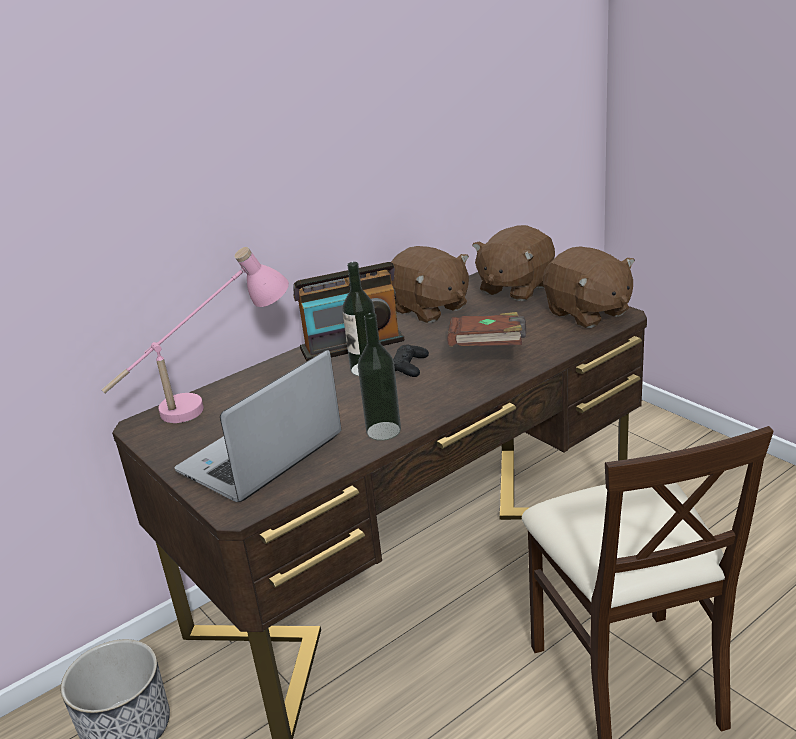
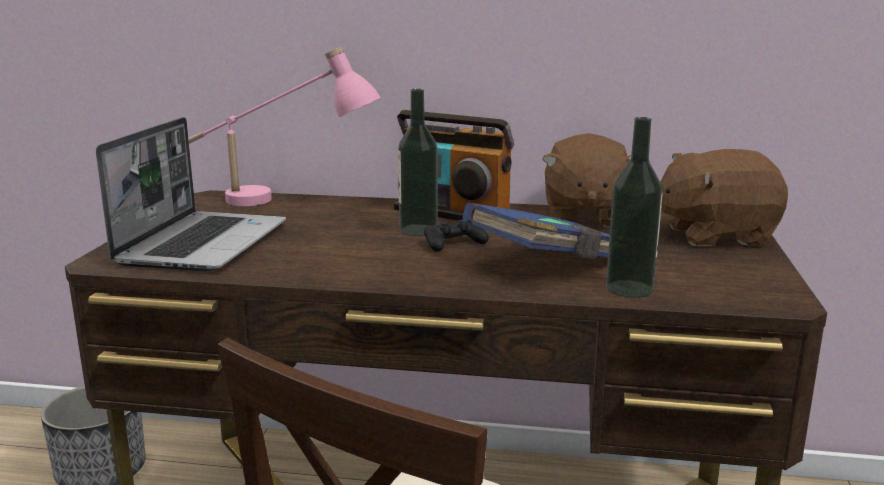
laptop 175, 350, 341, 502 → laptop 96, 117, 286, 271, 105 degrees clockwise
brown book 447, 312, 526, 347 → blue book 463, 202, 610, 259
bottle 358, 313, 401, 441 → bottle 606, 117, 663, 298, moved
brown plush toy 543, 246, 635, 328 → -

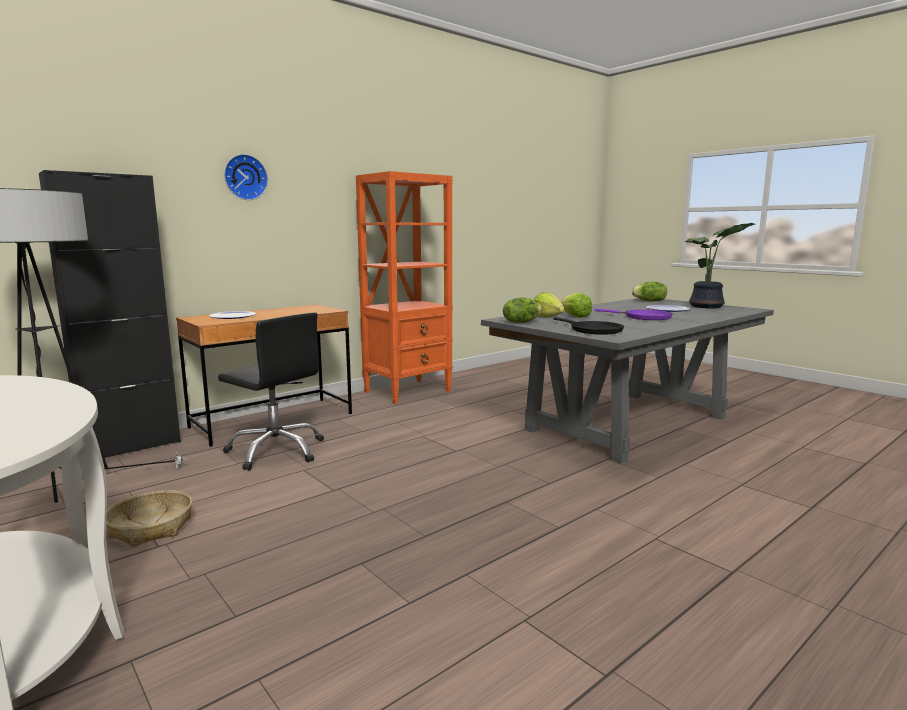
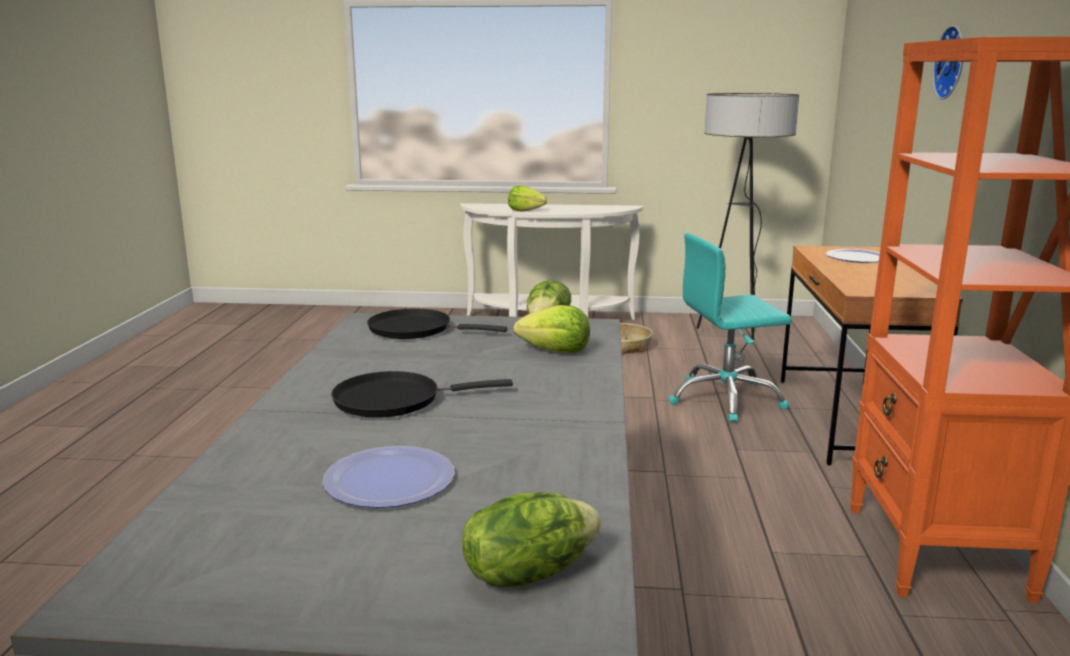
purple frying pan 594, 309, 673, 320 → black frying pan 331, 371, 513, 418
lettuce 561, 293, 592, 318 → lettuce 508, 186, 547, 212, moved
black office chair 218, 313, 324, 471 → turquoise office chair 669, 233, 792, 423
black cabinet 39, 170, 181, 458 → -
potted plant 684, 223, 755, 308 → -

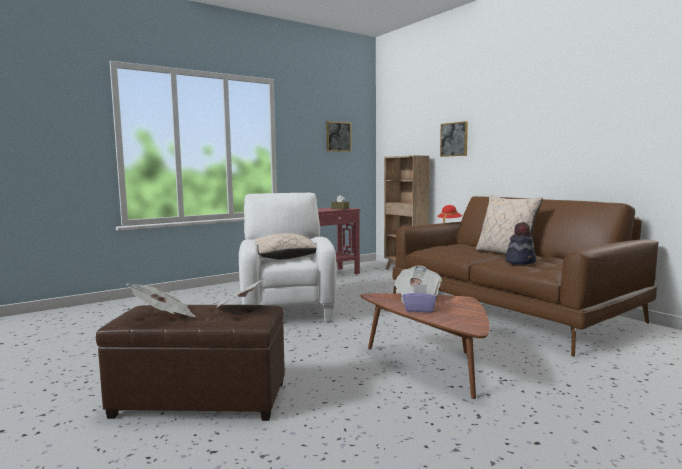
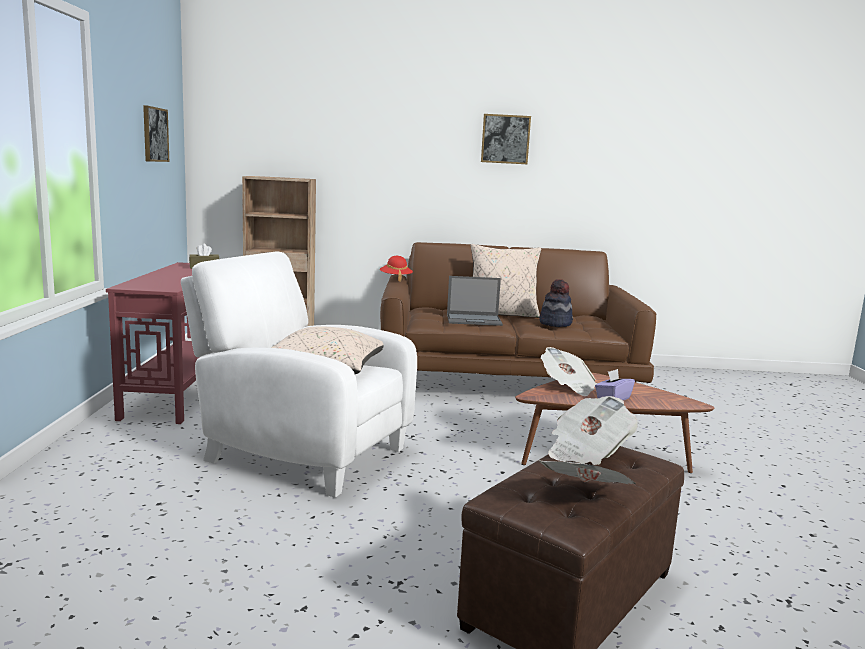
- → laptop 447, 276, 503, 326
picture 440, 121, 468, 157 → picture 481, 114, 531, 164, moved

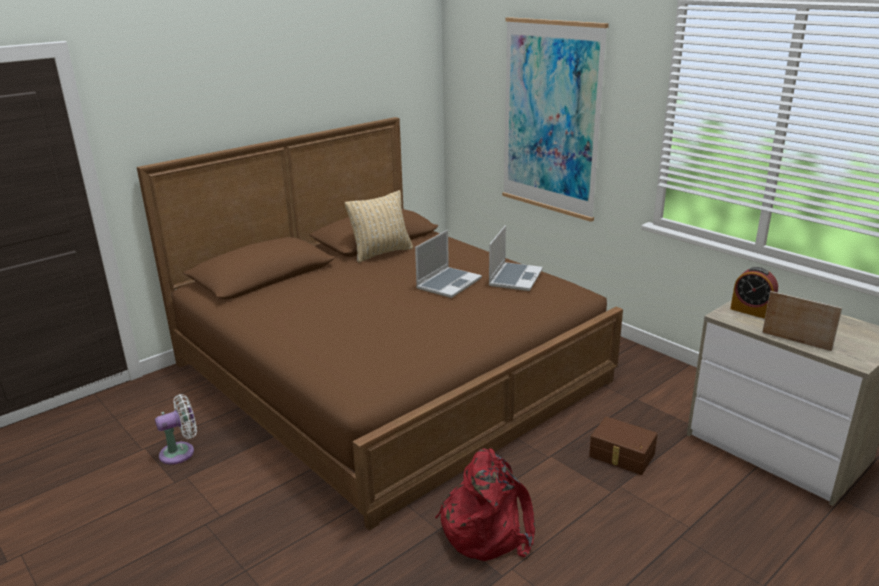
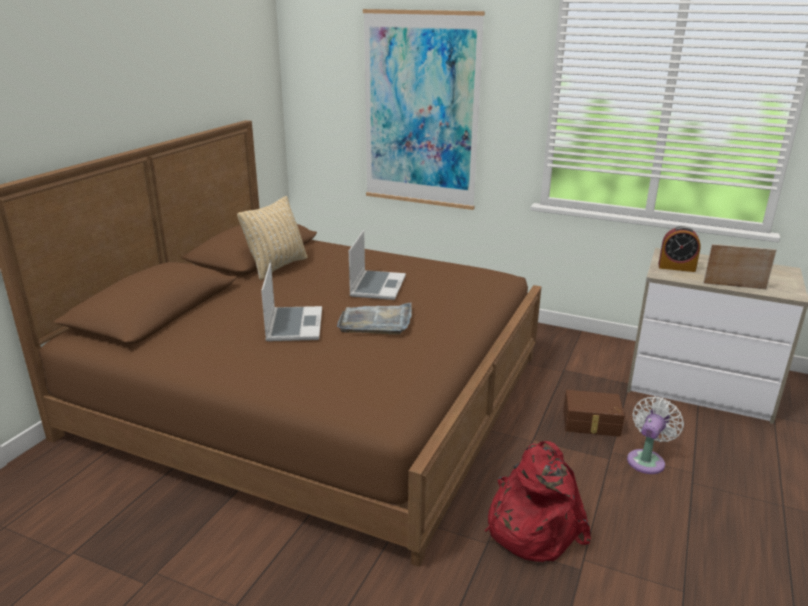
laptop 489, 225, 543, 291 → laptop 261, 263, 322, 341, moved
- → grey tray 337, 302, 412, 334
white fan 155, 394, 197, 465 → white fan 627, 396, 684, 474, moved

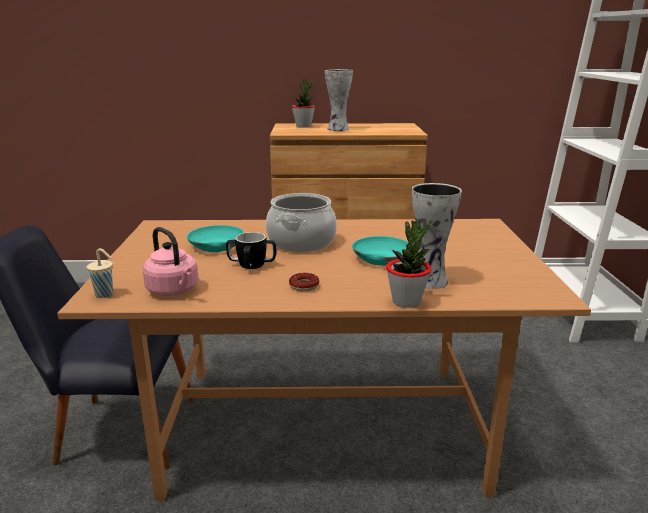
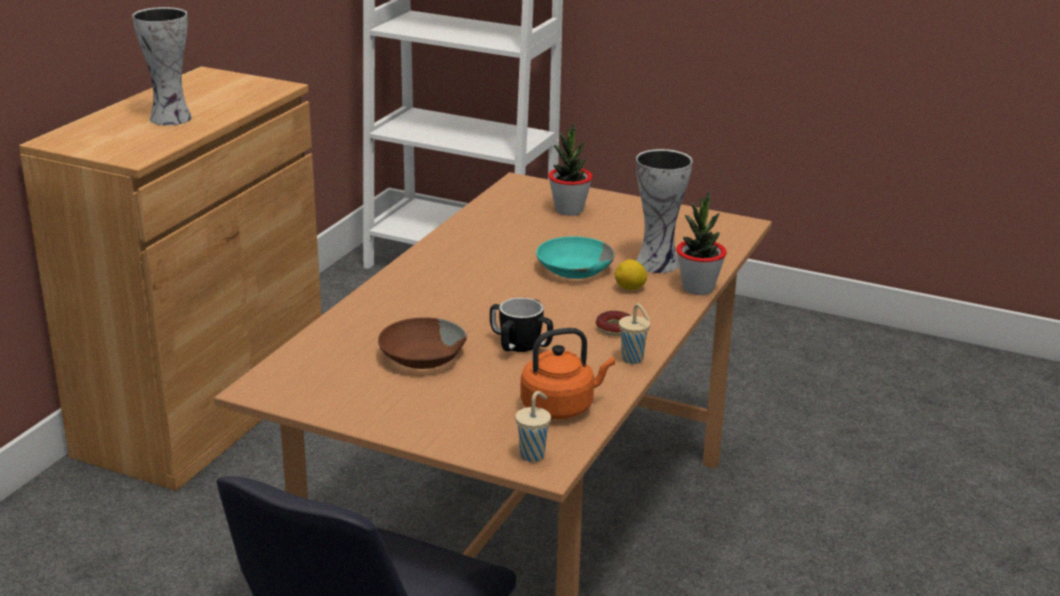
turquoise bowl 187, 225, 244, 252 → brown bowl 378, 317, 467, 369
pink kettle 143, 227, 199, 296 → orange kettle 520, 328, 615, 419
potted plant 292, 79, 315, 128 → potted plant 548, 123, 593, 216, moved
- → lemon 615, 259, 647, 290
- → beige cup 619, 303, 650, 364
cooking pot 266, 193, 337, 252 → -

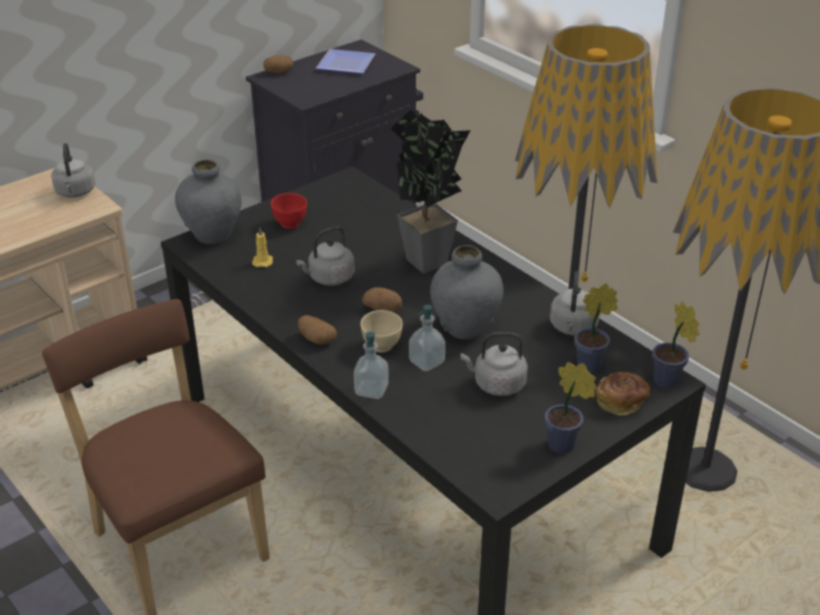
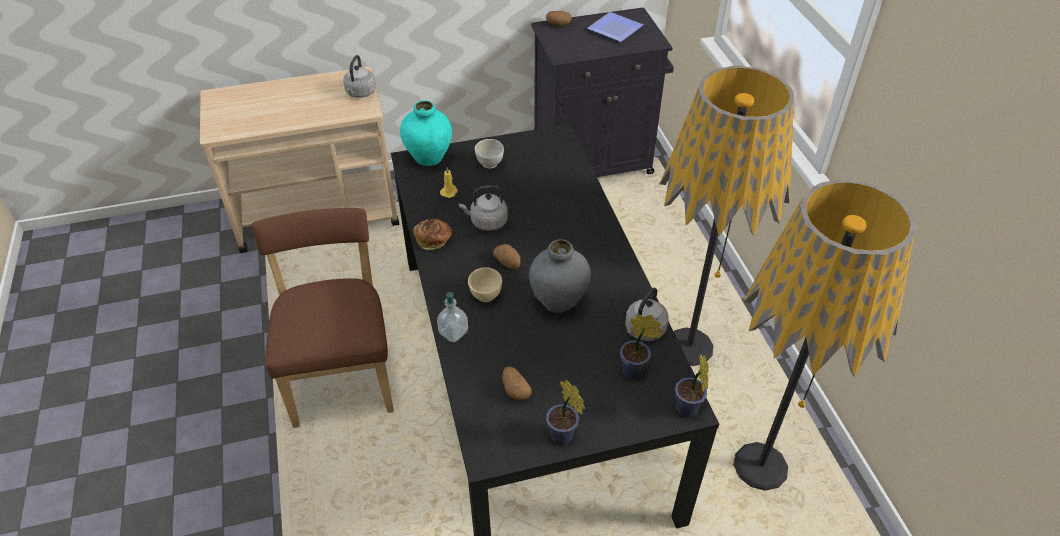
grey vase 175, 159, 242, 244 → turquoise vase 400, 100, 452, 166
bread 596, 372, 650, 415 → bread 413, 219, 452, 250, moved
red bowl 271, 193, 307, 229 → white bowl 475, 139, 504, 169
potato 298, 315, 337, 345 → potato 502, 367, 532, 400, moved
potted plant 391, 109, 471, 273 → -
soap dispenser 409, 304, 445, 371 → -
grey kettle 461, 332, 528, 396 → -

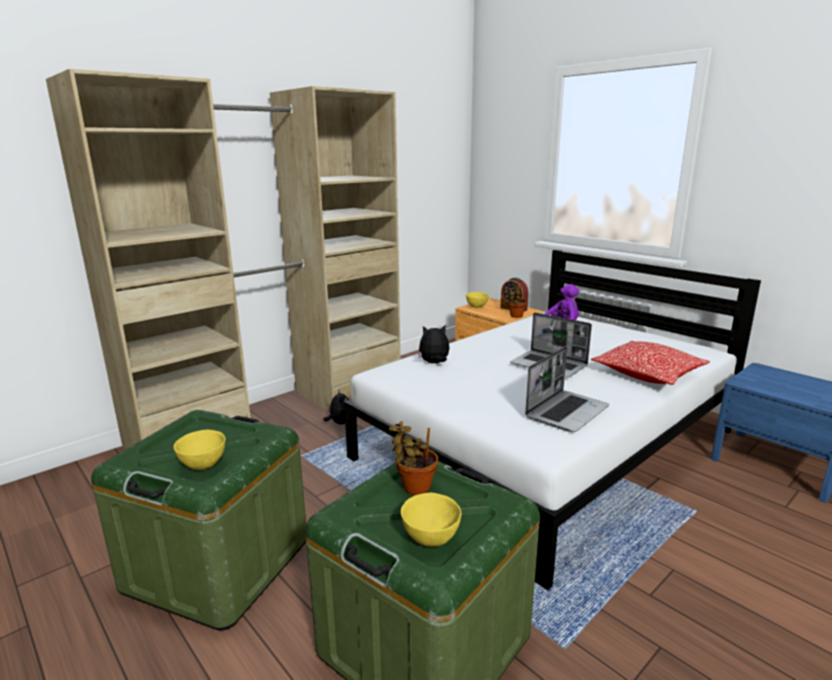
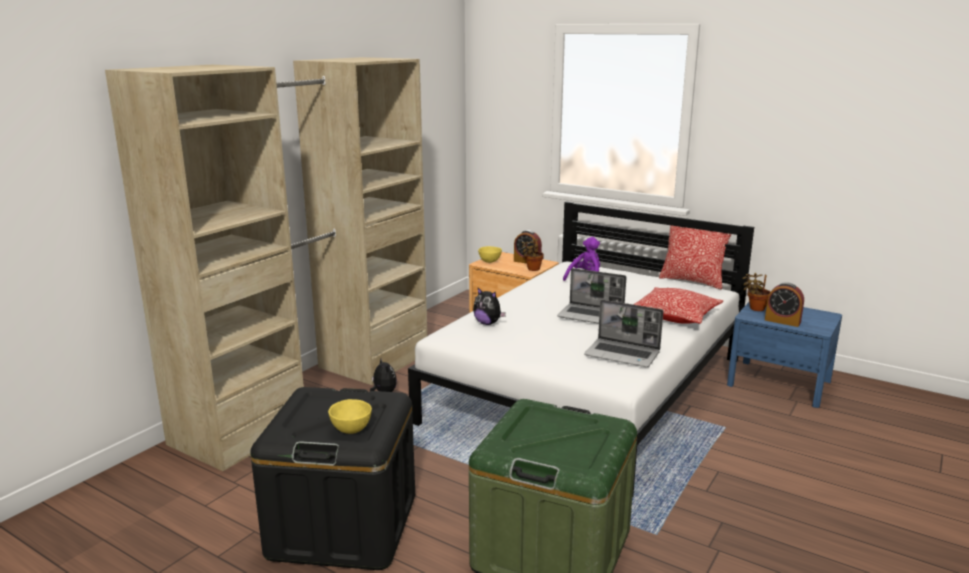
green storage box 91, 410, 306, 630 → black storage box 250, 387, 415, 570
plush toy 418, 325, 449, 363 → plush toy 473, 288, 506, 325, 120 degrees counterclockwise
laptop 525, 346, 609, 432 → laptop 584, 300, 663, 367, 90 degrees clockwise
- → pillow 659, 225, 731, 289
potted plant 389, 421, 438, 495 → potted plant 742, 273, 771, 311, moved
- → alarm clock 765, 282, 804, 327
yellow bowl 401, 493, 461, 547 → -

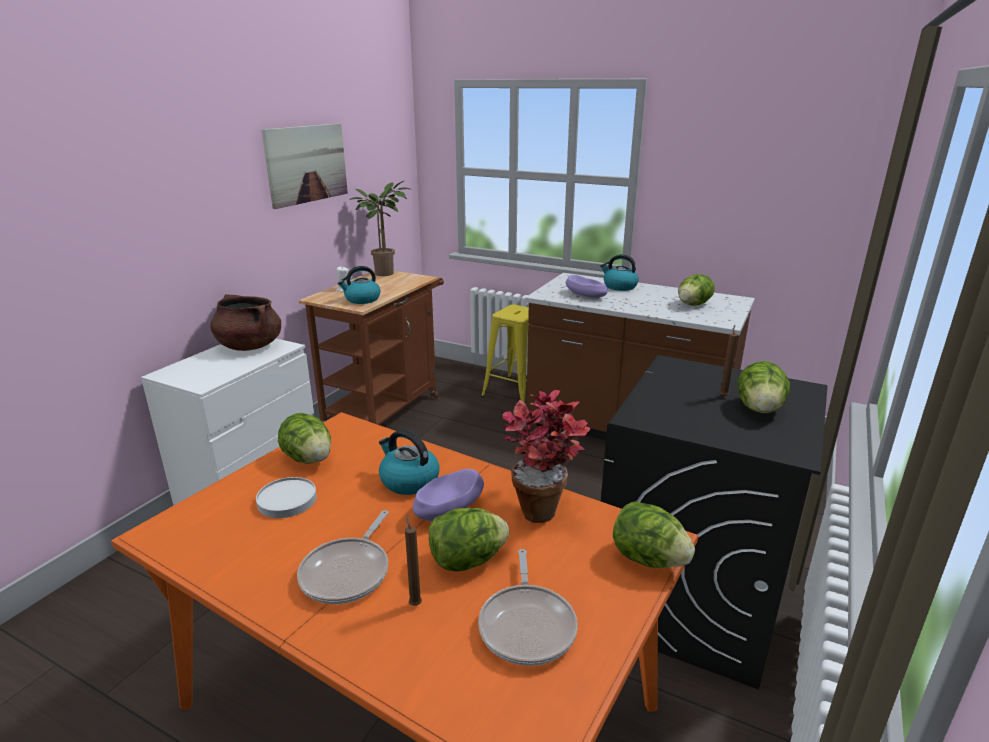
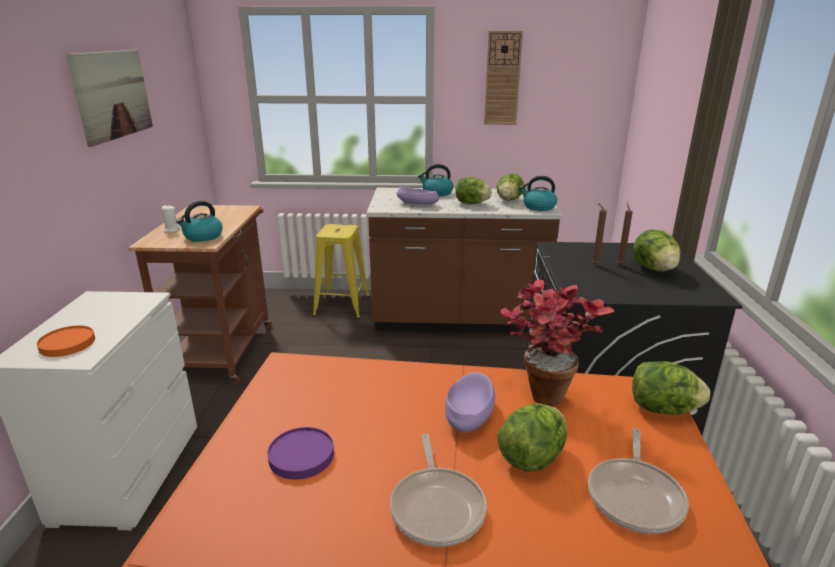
- → orange plate 37, 325, 95, 357
white plate 256, 477, 317, 518 → purple plate 267, 427, 334, 479
lettuce 278, 413, 331, 464 → lettuce 455, 177, 492, 204, moved
- → wall clock 484, 31, 523, 125
kettle 379, 429, 440, 495 → kettle 519, 176, 557, 211, moved
frying pan 478, 549, 578, 666 → frying pan 588, 428, 689, 534, 45 degrees clockwise
brown candle 405, 514, 422, 606 → brown candle 592, 203, 607, 265, moved
brown cooking pot 211, 294, 281, 351 → -
potted plant 349, 180, 410, 276 → -

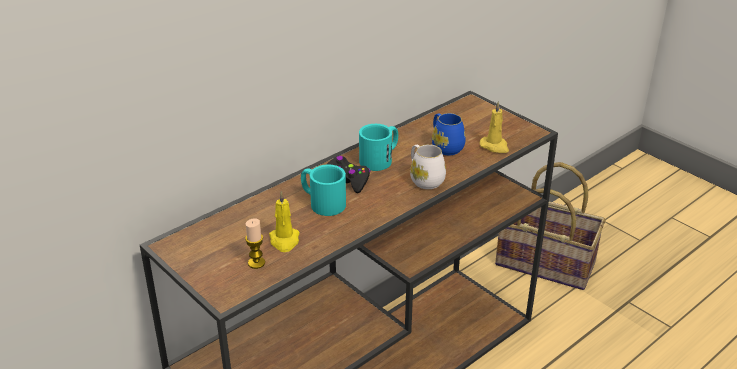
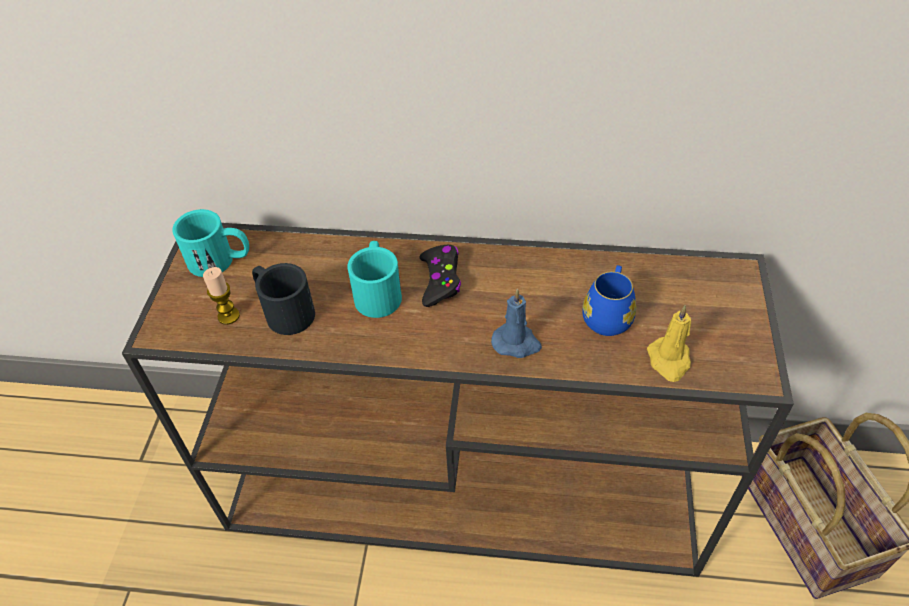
turquoise mug 359, 124, 398, 171 → turquoise mug 172, 209, 249, 277, moved
yellow candle 269, 191, 300, 252 → black mug 252, 263, 315, 335
white mug 410, 144, 446, 189 → blue candle 491, 289, 542, 358

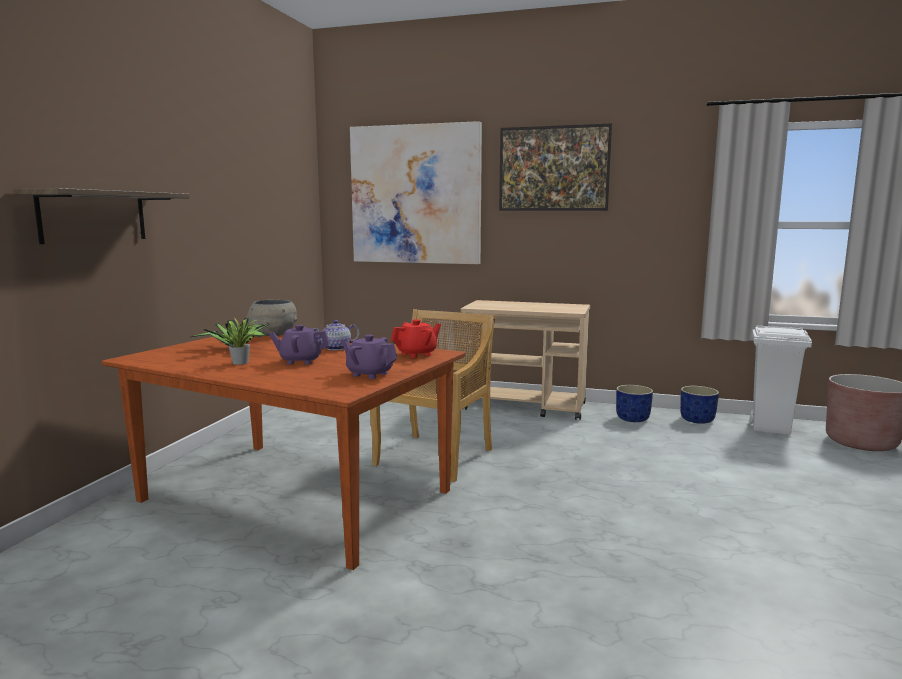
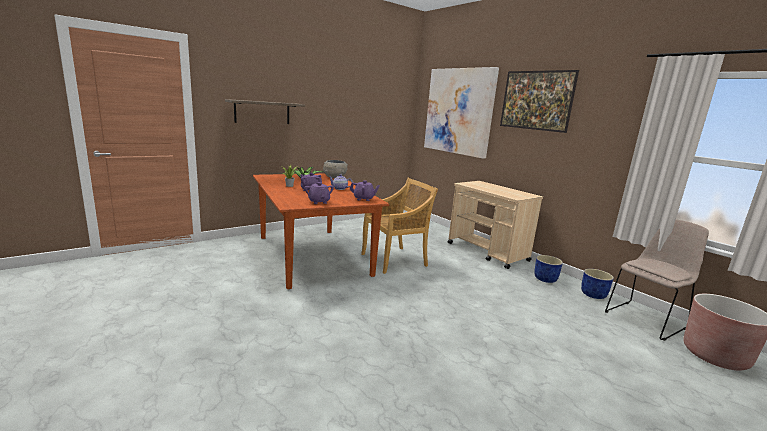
red teapot 391, 319, 441, 358 → purple teapot 349, 180, 380, 201
white trash can 749, 325, 812, 435 → beige chair 605, 220, 709, 341

